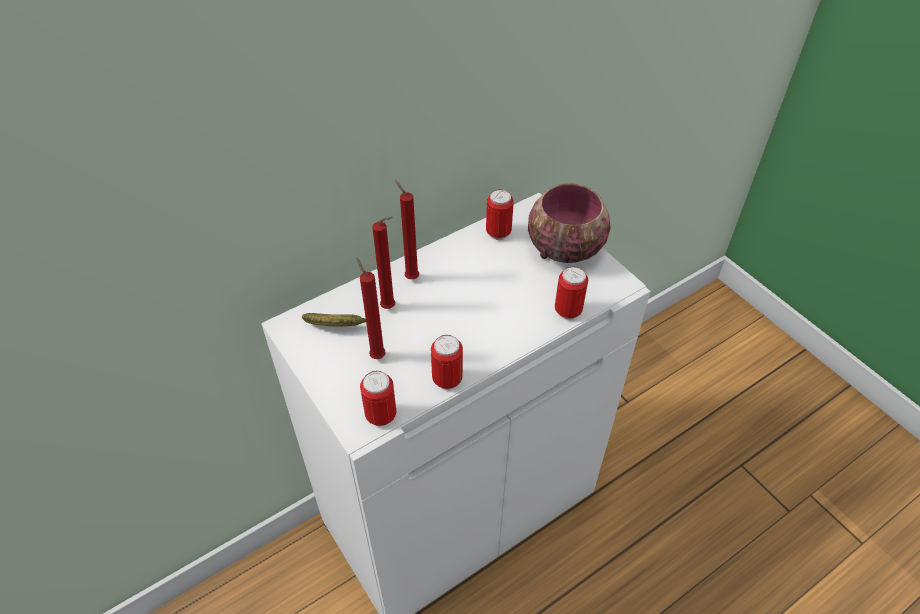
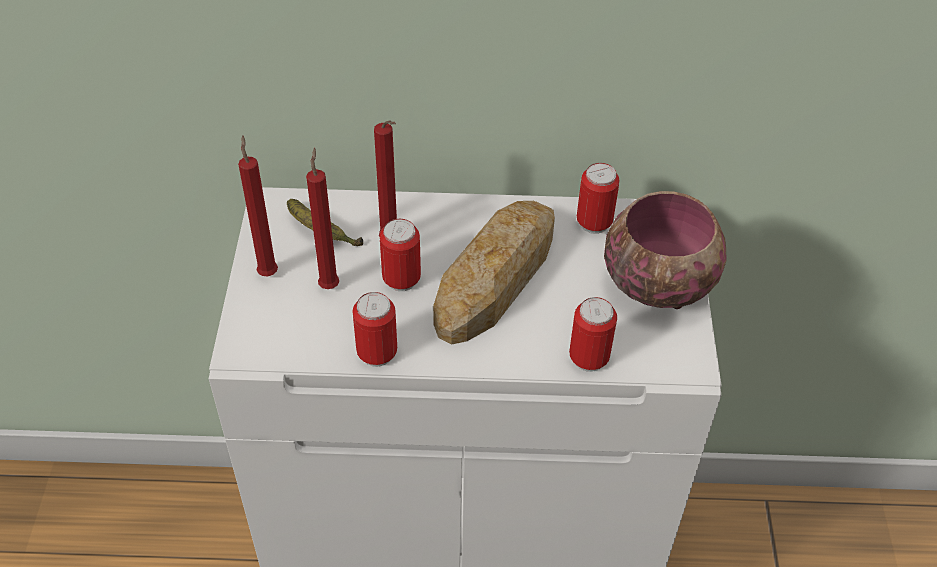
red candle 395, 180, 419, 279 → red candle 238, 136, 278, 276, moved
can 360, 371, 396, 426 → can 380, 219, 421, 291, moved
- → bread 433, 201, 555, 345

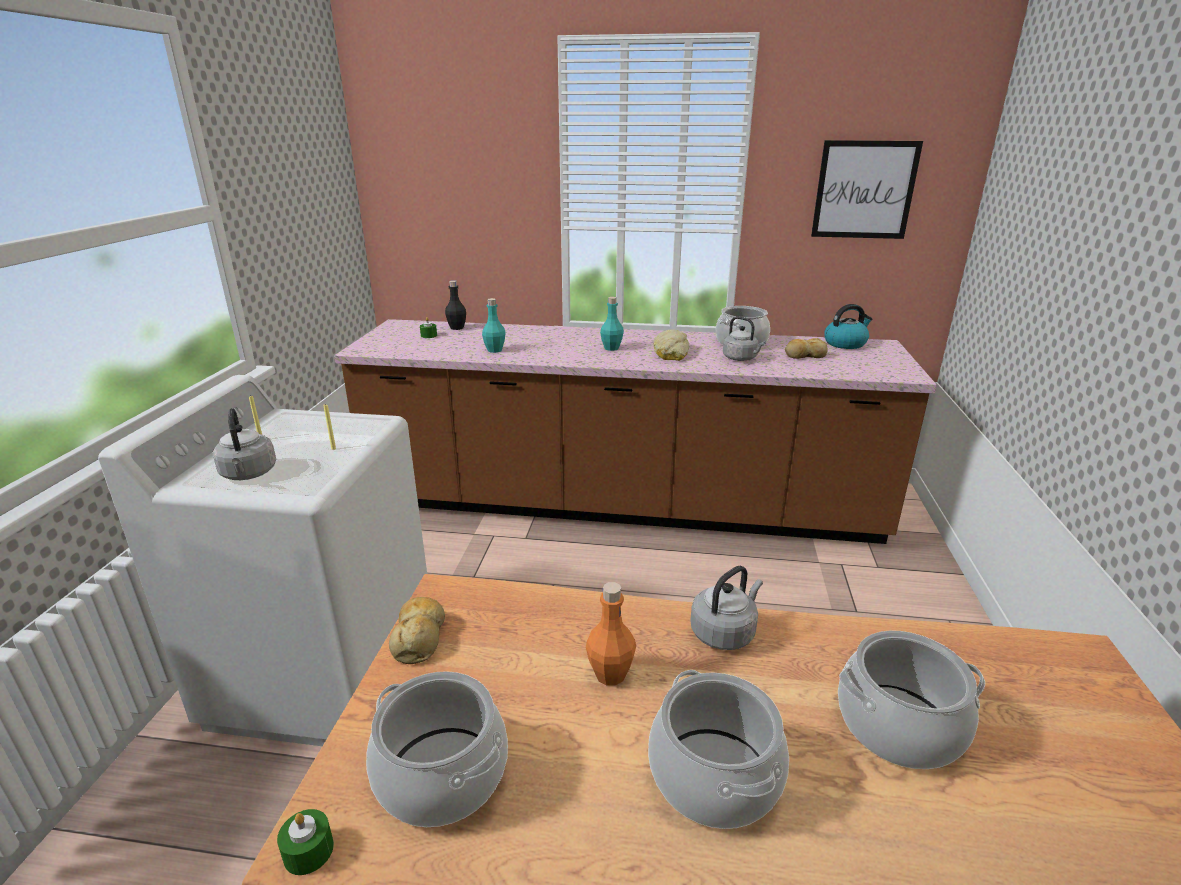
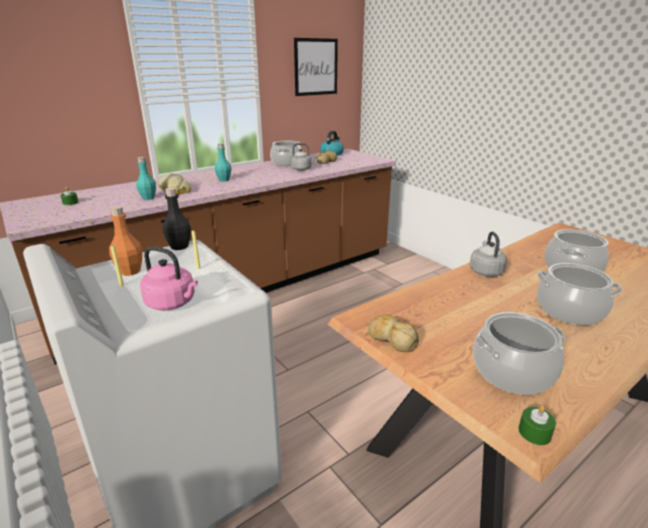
orange bottle 586, 582, 636, 685 → orange bottle 109, 206, 142, 276, moved
grey kettle 213, 408, 276, 480 → pink kettle 140, 246, 198, 311
bread 653, 330, 690, 361 → bread 158, 173, 191, 195, moved
black bottle 445, 280, 466, 330 → black bottle 163, 188, 191, 250, moved

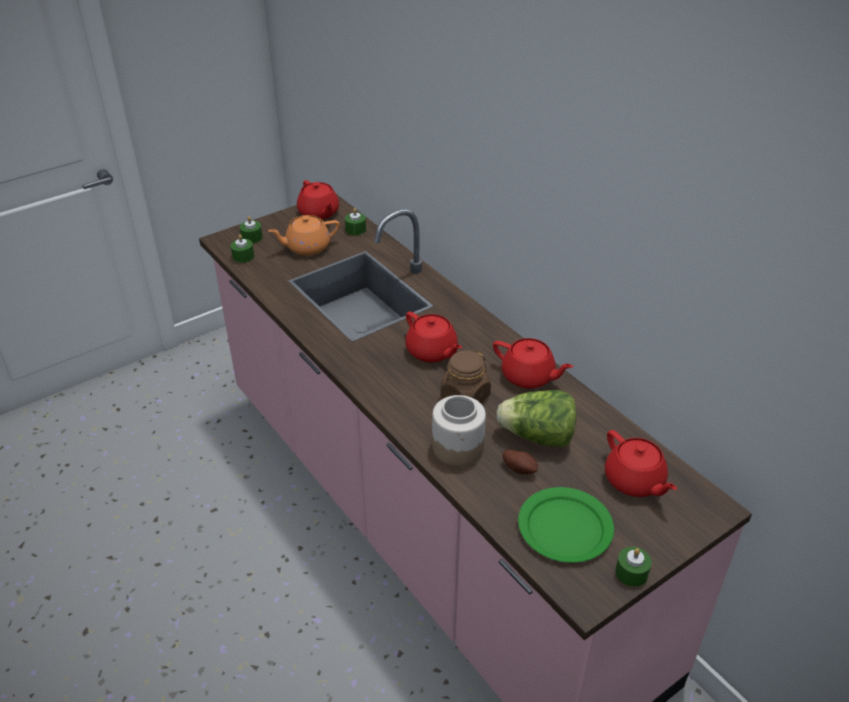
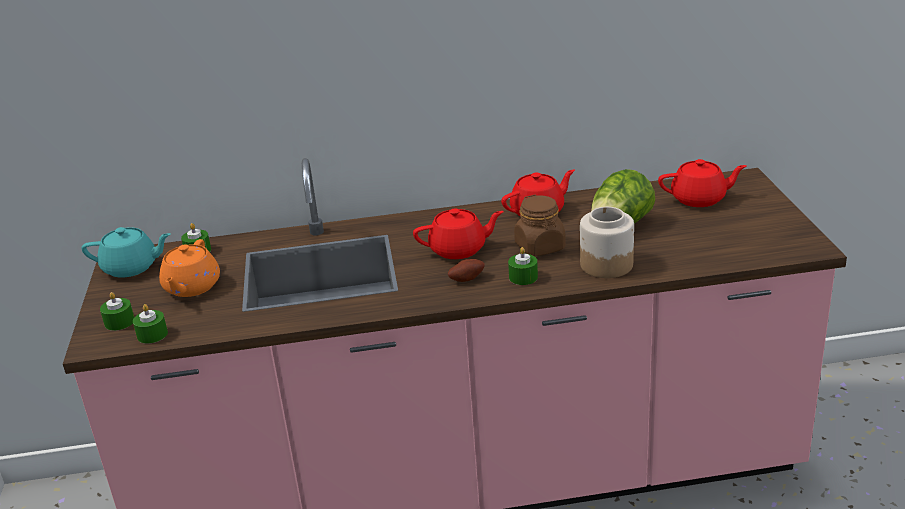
red teapot 297, 180, 339, 219 → turquoise teapot 82, 227, 171, 277
potato 502, 450, 538, 474 → potato 448, 259, 485, 282, moved
green candle 615, 547, 652, 587 → green candle 508, 247, 538, 285, moved
green plate 518, 487, 614, 563 → -

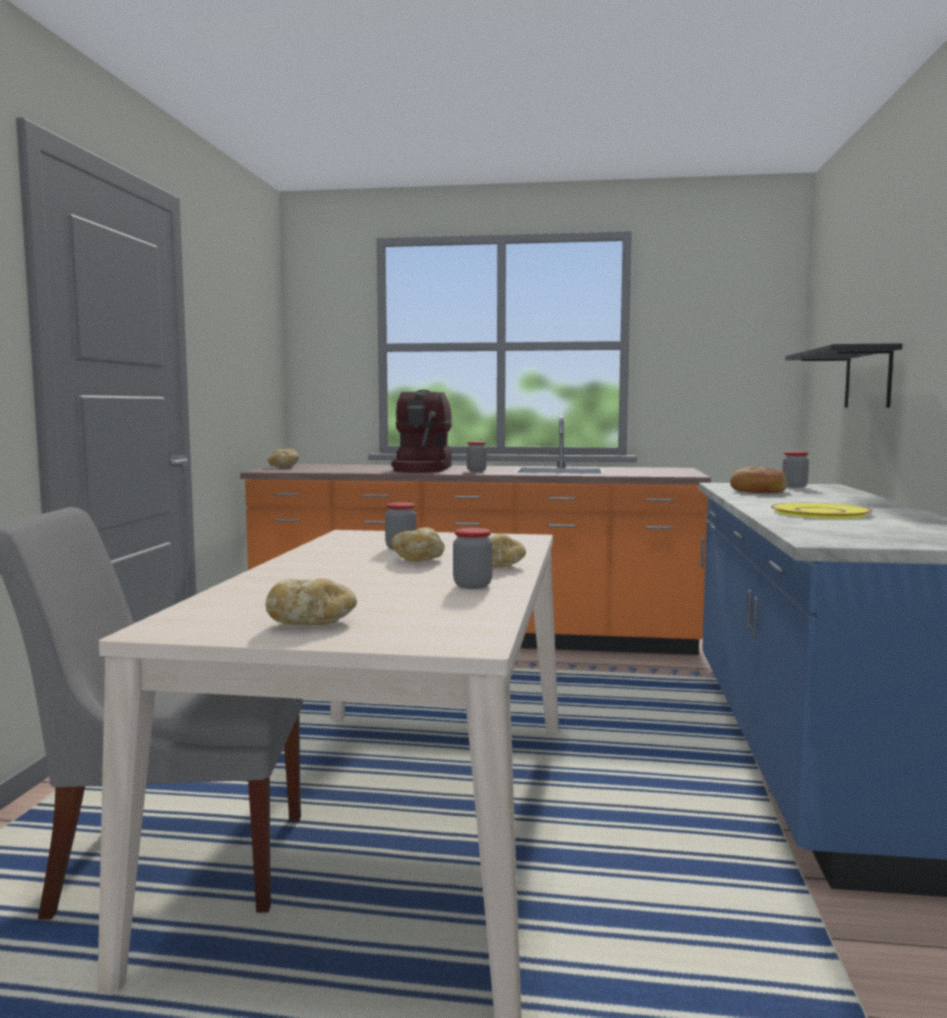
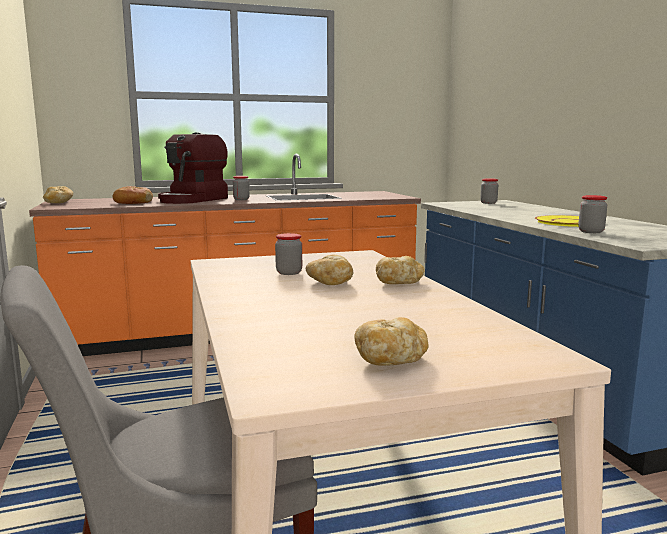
bread 730, 467, 788, 493 → bread 113, 186, 153, 204, moved
coffee machine 391, 390, 452, 473 → coffee machine 158, 133, 228, 204, 45 degrees clockwise
jar 453, 528, 492, 589 → jar 578, 195, 607, 233, moved
black shelf 785, 343, 902, 408 → -

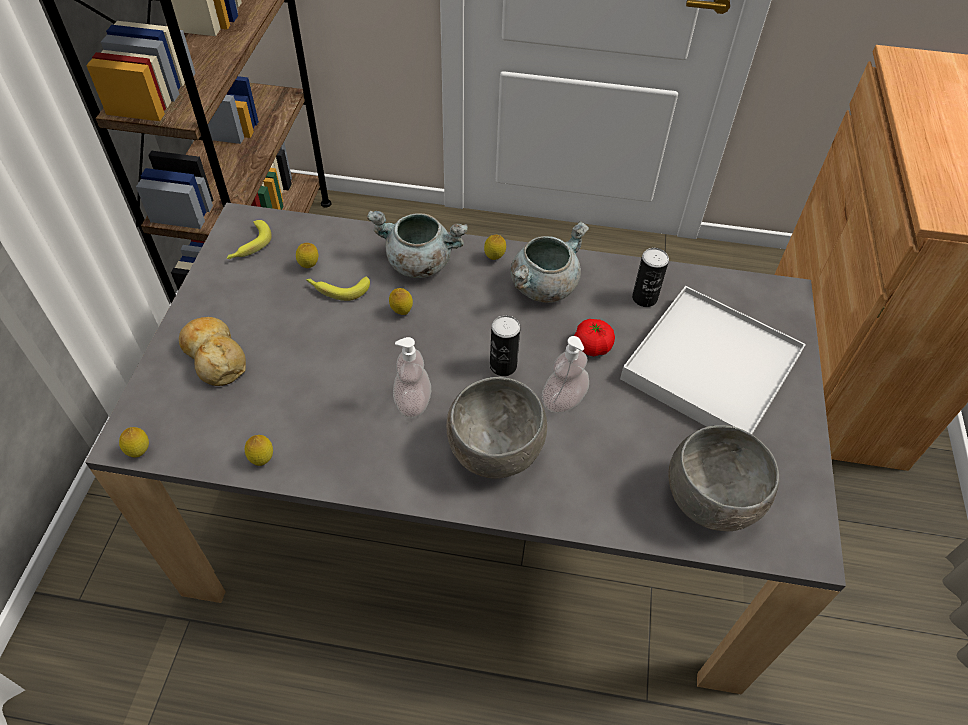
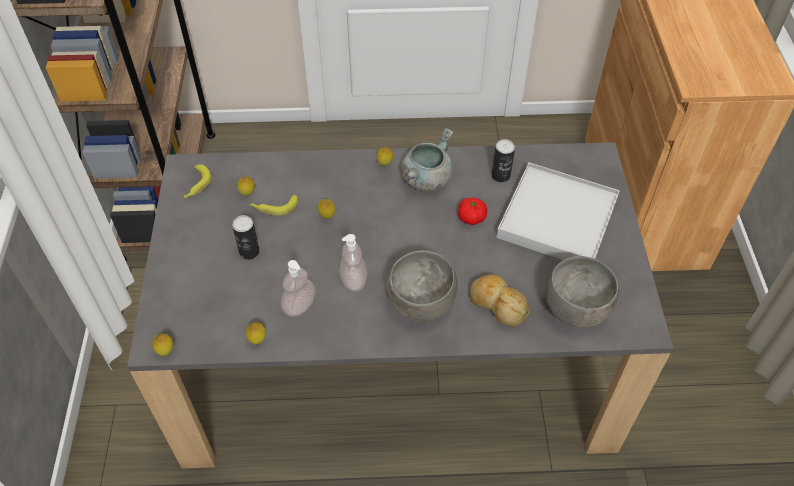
can 490, 315, 520, 376 → can 232, 215, 259, 260, moved
soap dispenser 542, 336, 589, 413 → soap dispenser 281, 260, 316, 317, moved
bread 179, 317, 246, 386 → bread 470, 275, 530, 327, moved
grey cooking pot 367, 211, 468, 278 → -

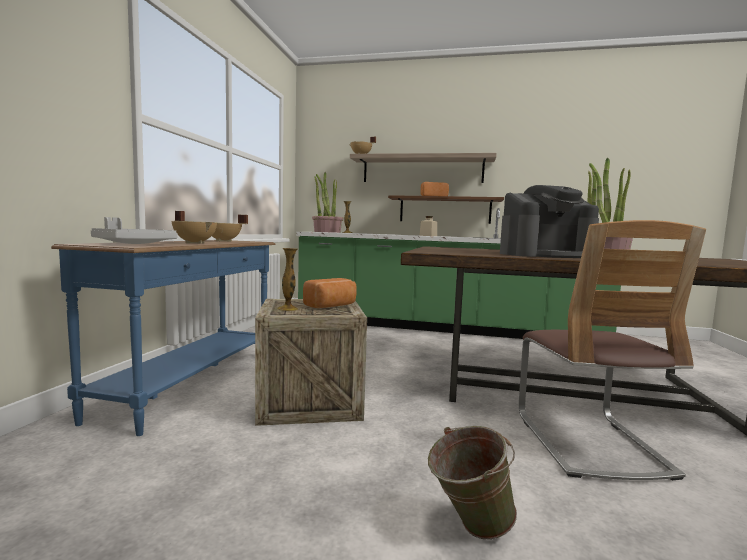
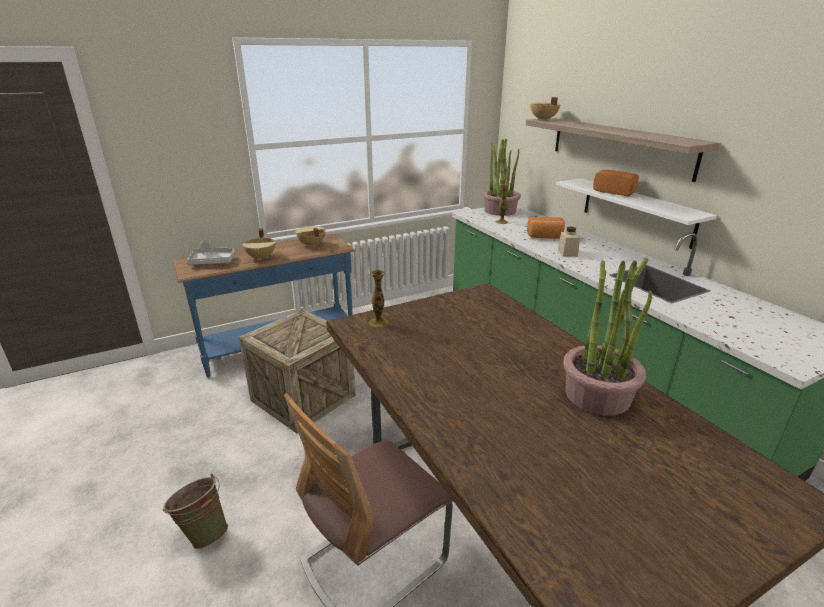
vase 277, 248, 298, 311 → vase 369, 270, 388, 328, moved
bread 303, 278, 357, 308 → bread 527, 217, 565, 239, moved
brown shelf 388, 195, 504, 224 → white shelf 556, 178, 717, 249
coffee machine 500, 185, 599, 258 → -

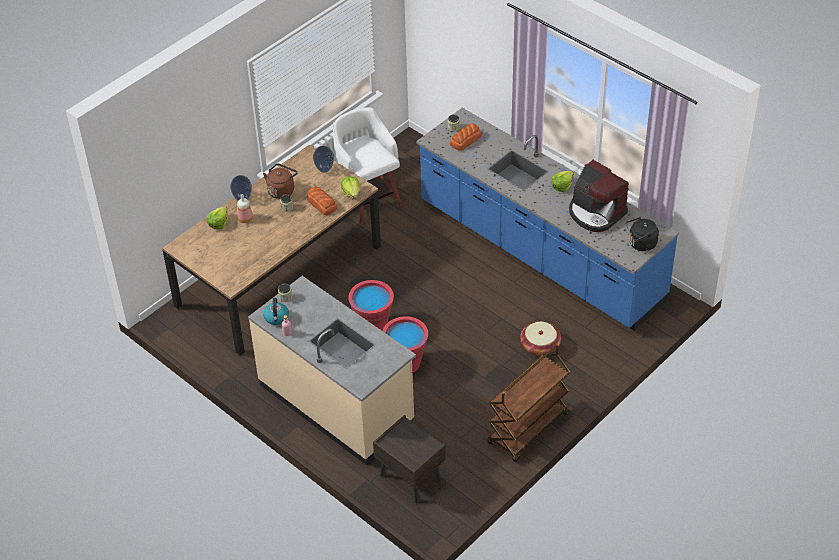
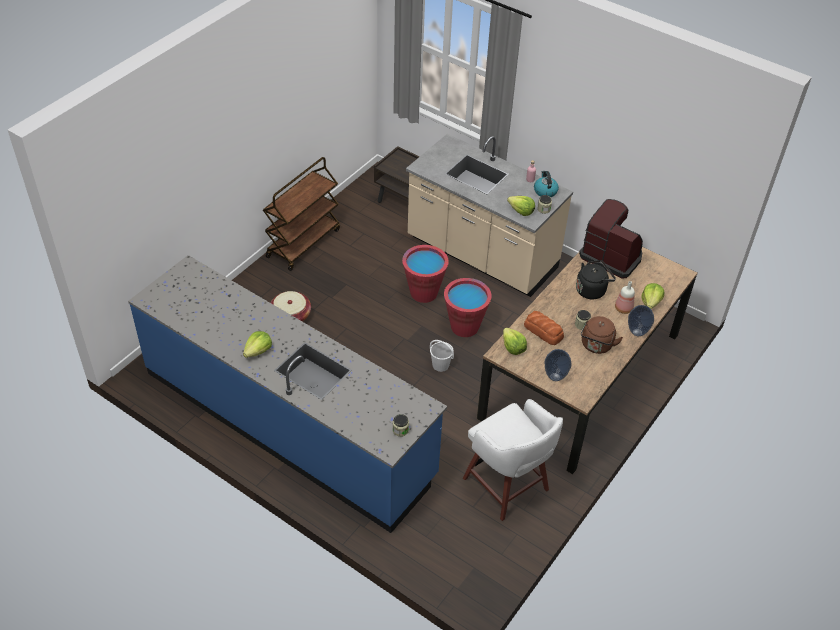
- → white bucket 430, 340, 454, 372
- → lettuce 507, 196, 535, 216
black kettle 626, 217, 659, 252 → black kettle 576, 260, 616, 300, moved
coffee machine 569, 160, 629, 232 → coffee machine 579, 199, 643, 279, moved
bread 450, 123, 482, 151 → -

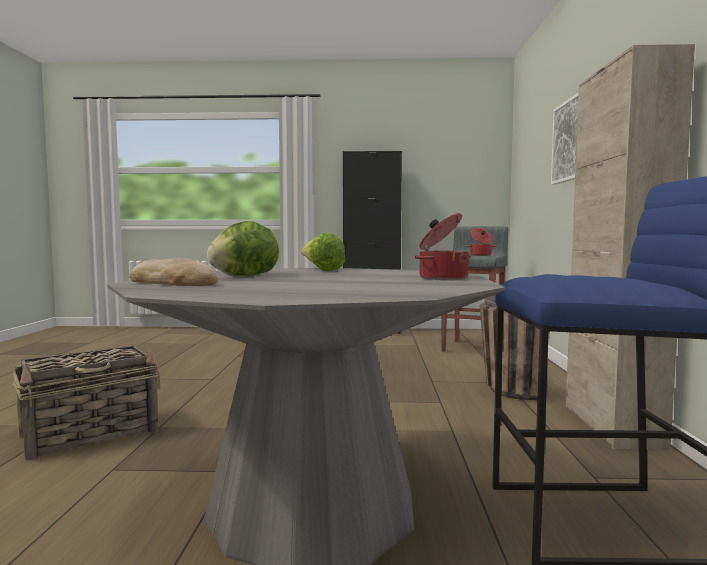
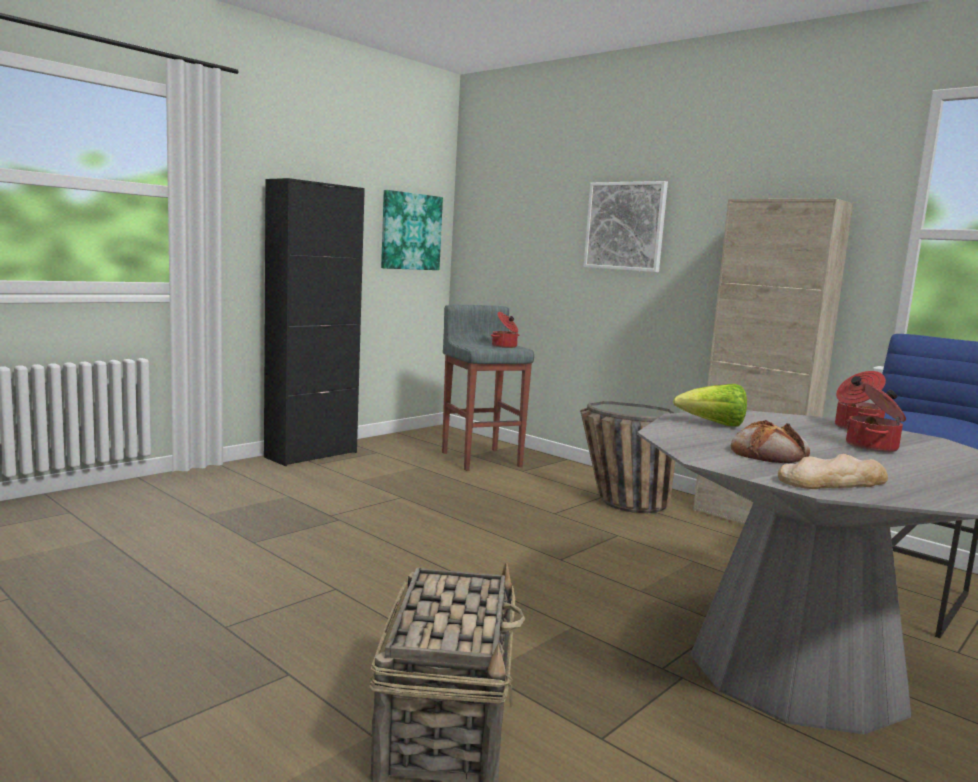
- → picture 381, 190, 443, 270
lettuce 207, 221, 279, 276 → bread 731, 420, 810, 463
- → cooking pot 846, 382, 906, 452

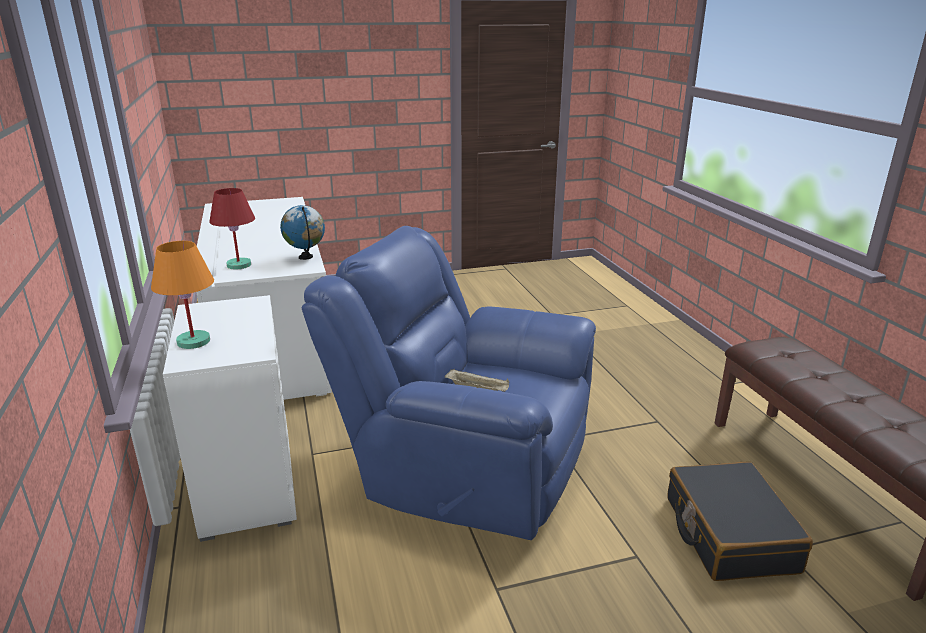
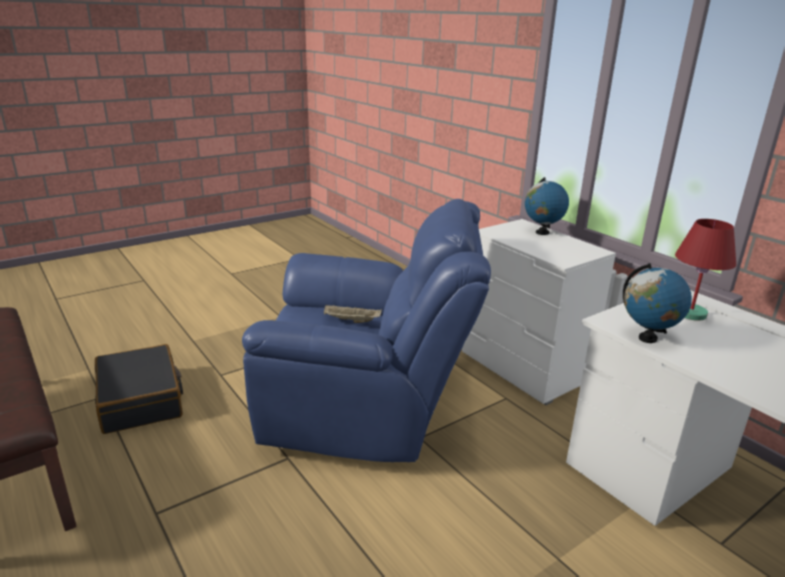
orange table lamp 151, 241, 214, 349 → globe 525, 177, 569, 235

